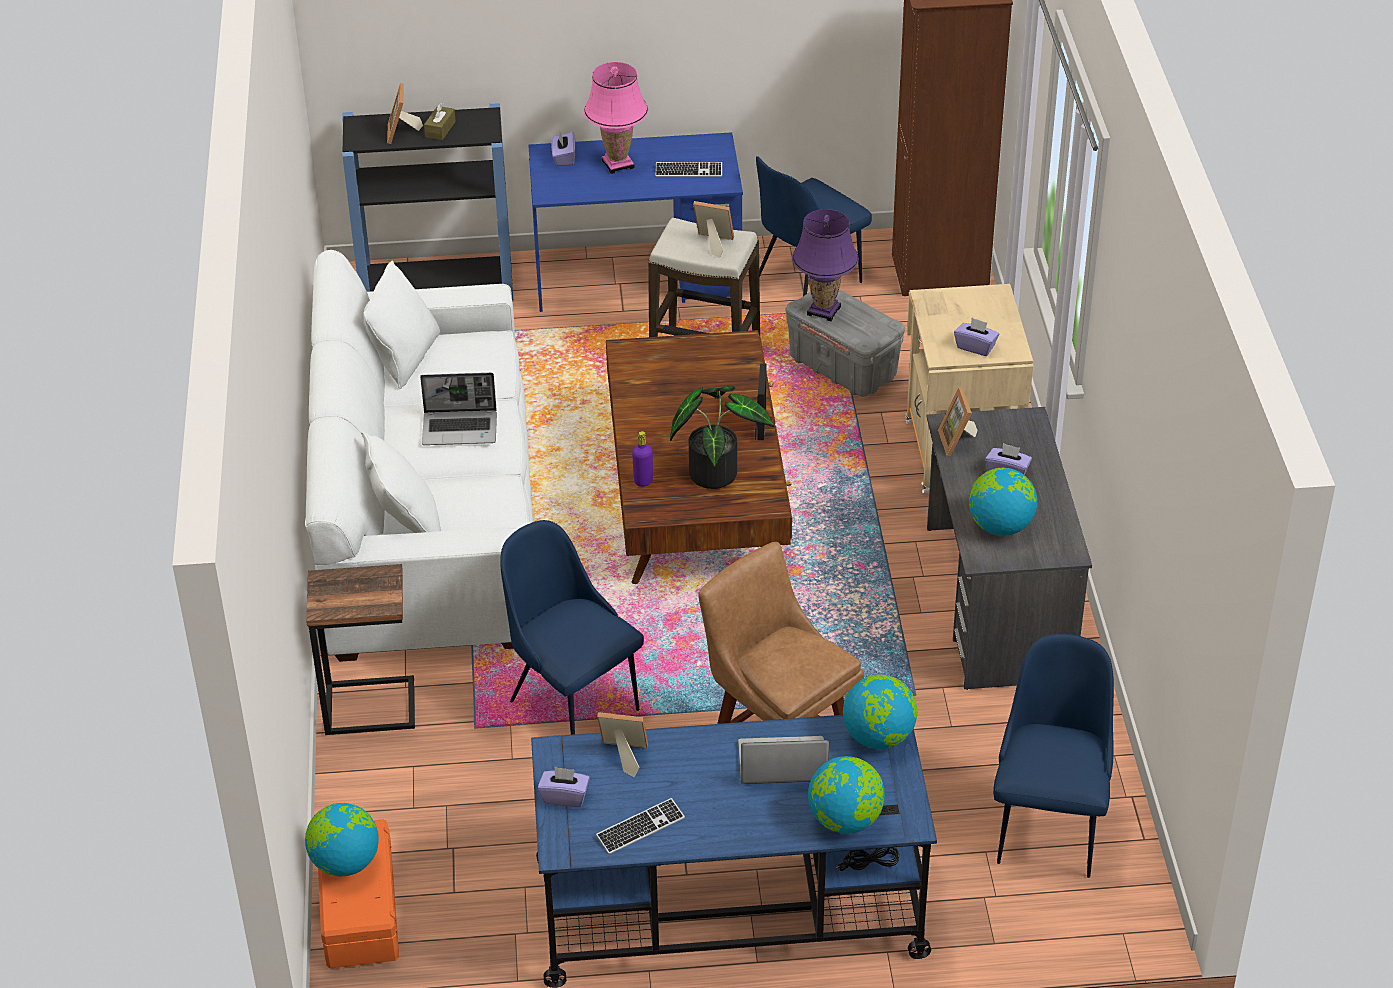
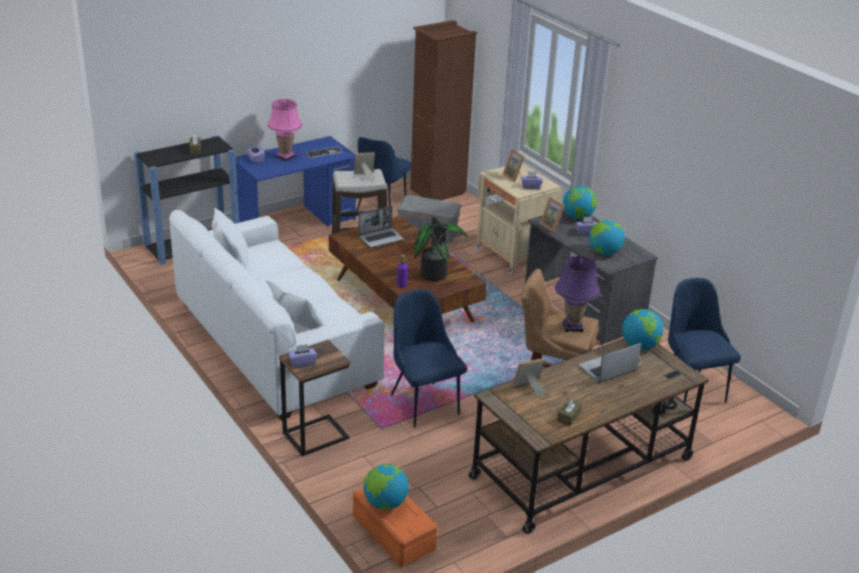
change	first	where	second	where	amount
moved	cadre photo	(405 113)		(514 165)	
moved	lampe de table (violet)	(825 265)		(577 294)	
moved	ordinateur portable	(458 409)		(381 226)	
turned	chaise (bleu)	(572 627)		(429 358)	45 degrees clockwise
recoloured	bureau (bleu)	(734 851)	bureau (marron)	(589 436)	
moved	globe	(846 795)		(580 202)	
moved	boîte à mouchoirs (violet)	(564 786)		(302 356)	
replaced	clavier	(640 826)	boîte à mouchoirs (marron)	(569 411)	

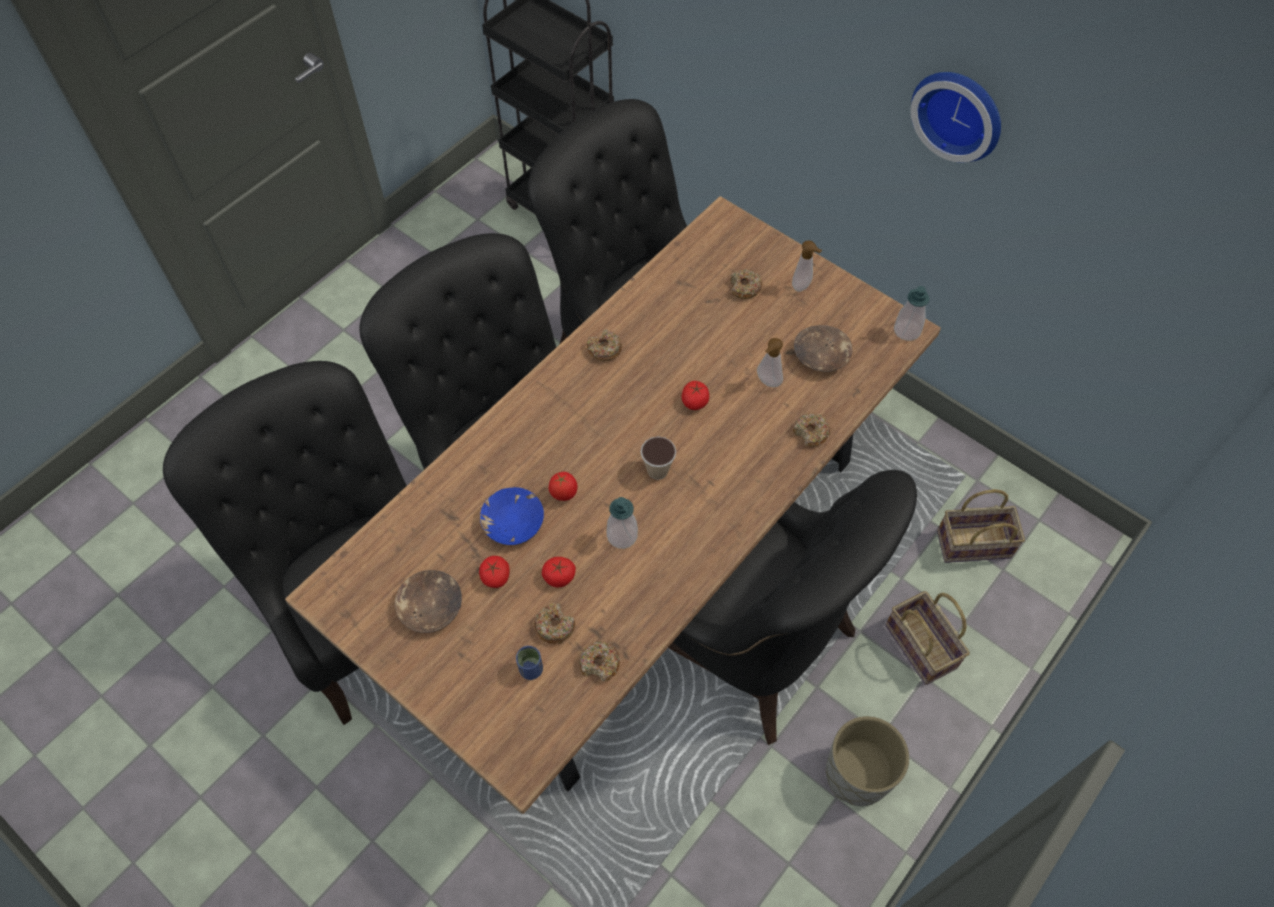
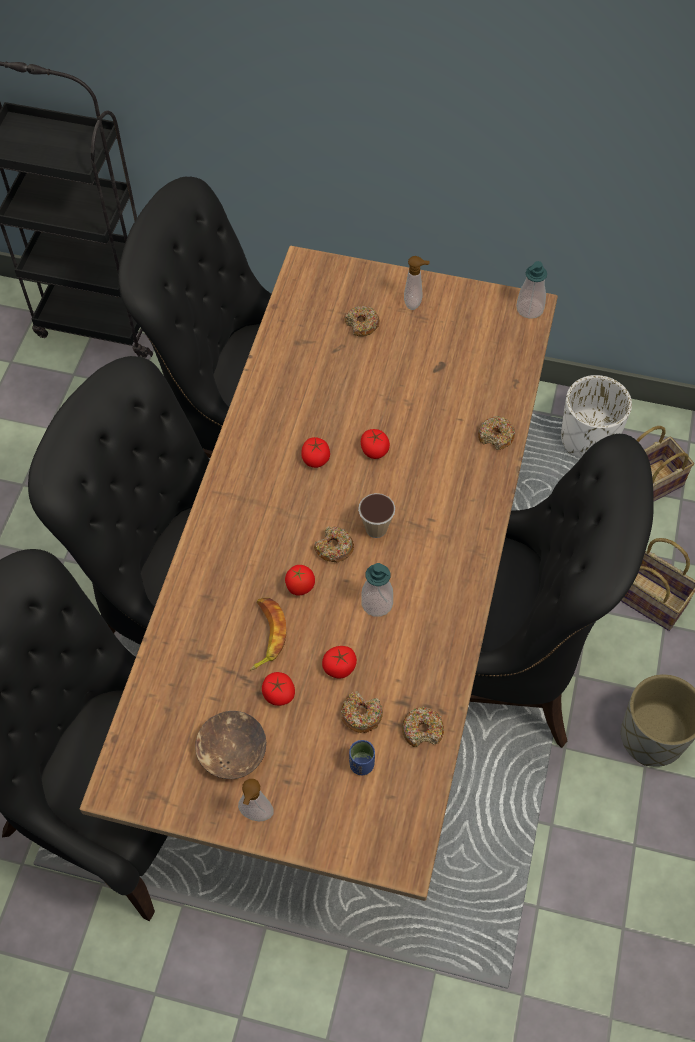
change	first	where	second	where	amount
removed	horloge murale	(956 117)			
removed	bol (marron)	(823 348)			
moved	beignet	(604 345)		(334 544)	
moved	distributeur de savon	(770 362)		(256 800)	
replaced	bol (bleu)	(512 516)	banane	(268 634)	
added			cache-pot (blanc)	(596 417)	
added			tomate	(315 452)	

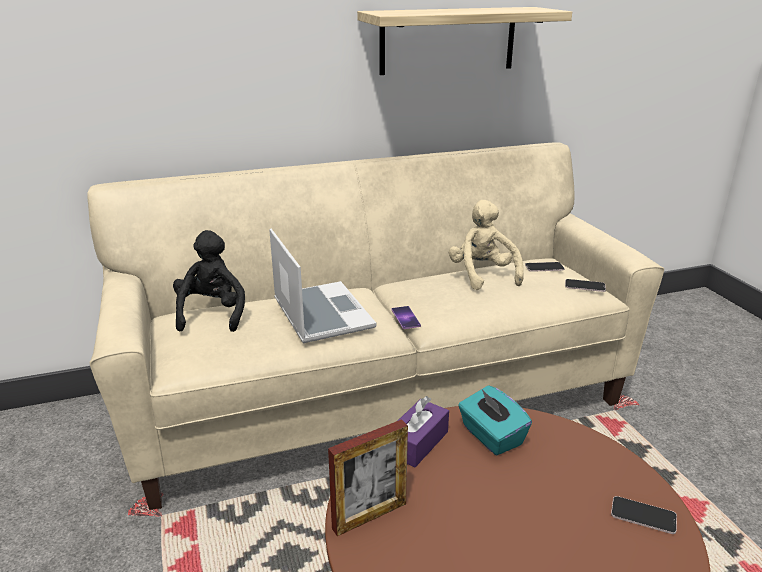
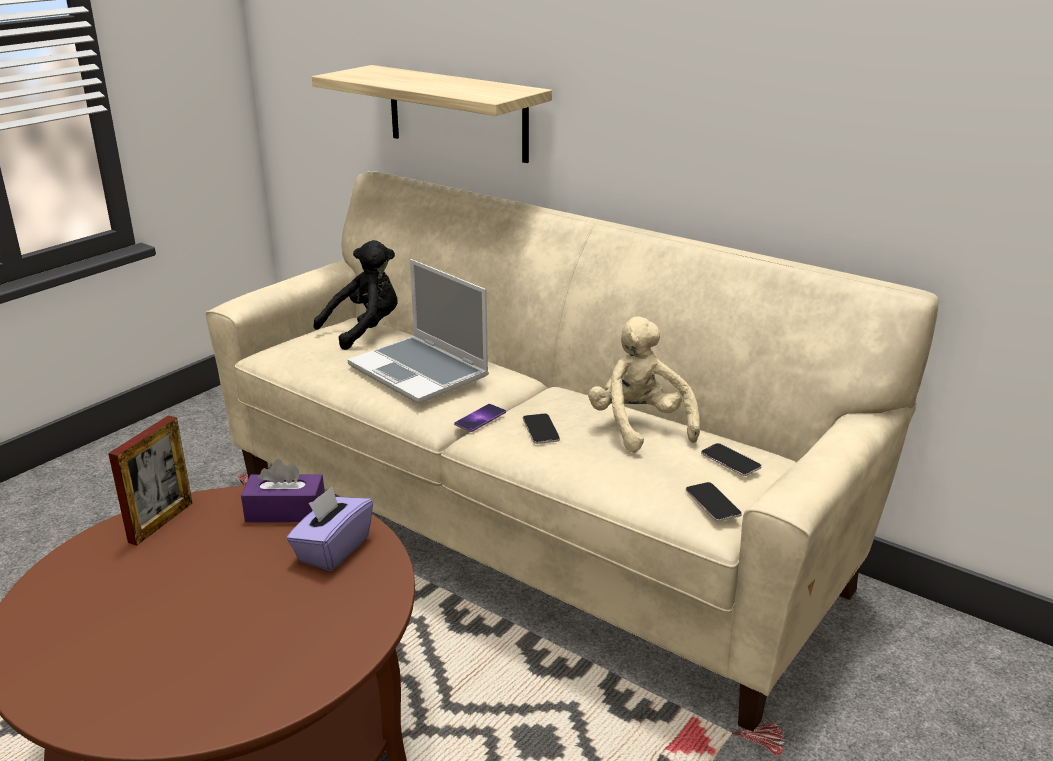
change	first	where	second	where	amount
moved	étagère	(464 41)		(432 114)	
turned	peluche (beige)	(486 245)		(644 384)	60 degrees counterclockwise
turned	ordinateur portable	(323 286)		(418 331)	105 degrees clockwise
recoloured	boîte à mouchoirs (turquoise)	(495 420)	boîte à mouchoirs (violet)	(330 529)	
turned	cadre photo	(368 477)		(150 480)	90 degrees counterclockwise
moved	téléphone	(644 515)		(541 428)	

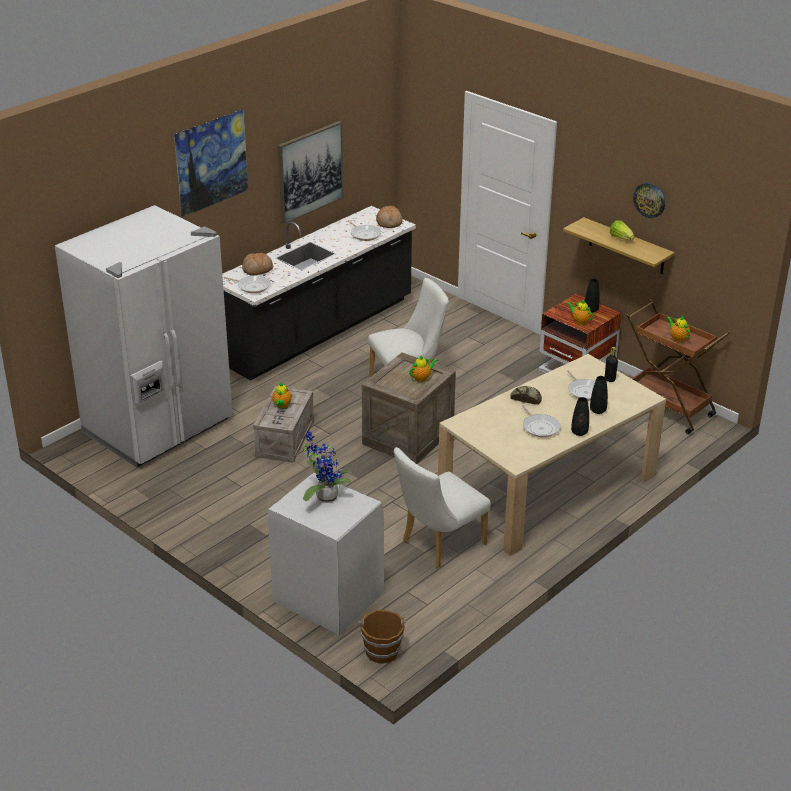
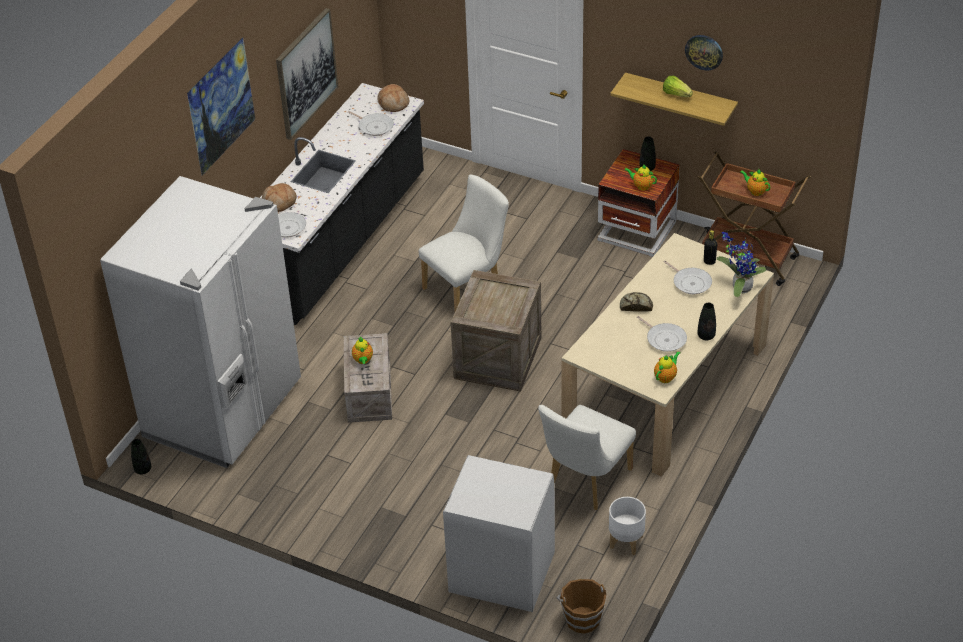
change	first	where	second	where	amount
moved	théière	(423 368)		(667 367)	
moved	vase (noir)	(599 395)		(141 457)	
moved	plante en pot	(327 467)		(741 264)	
added			cache-pot (blanc)	(627 526)	

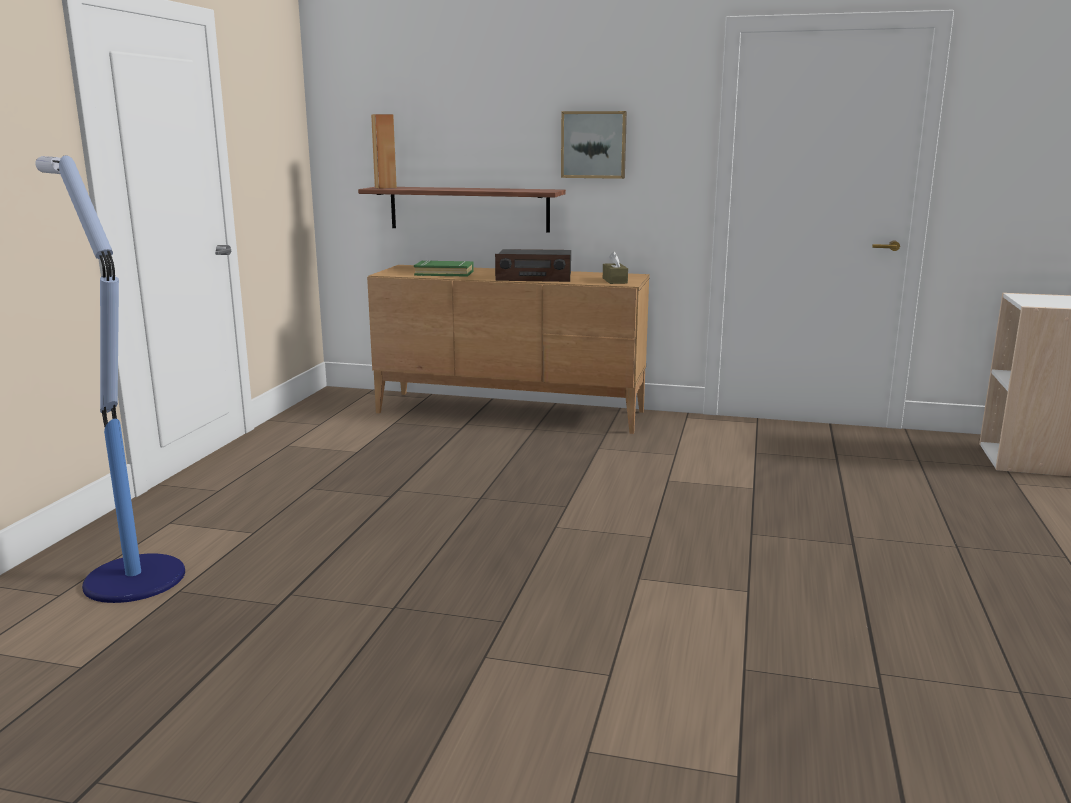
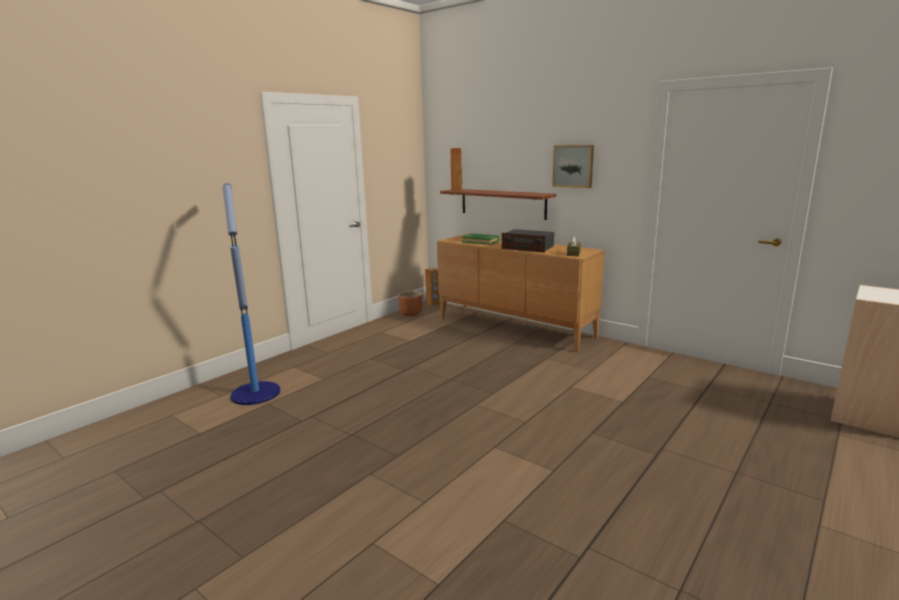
change	first	where	second	where	amount
added			enceinte (marron)	(432 287)	
added			cache-pot (marron)	(410 303)	

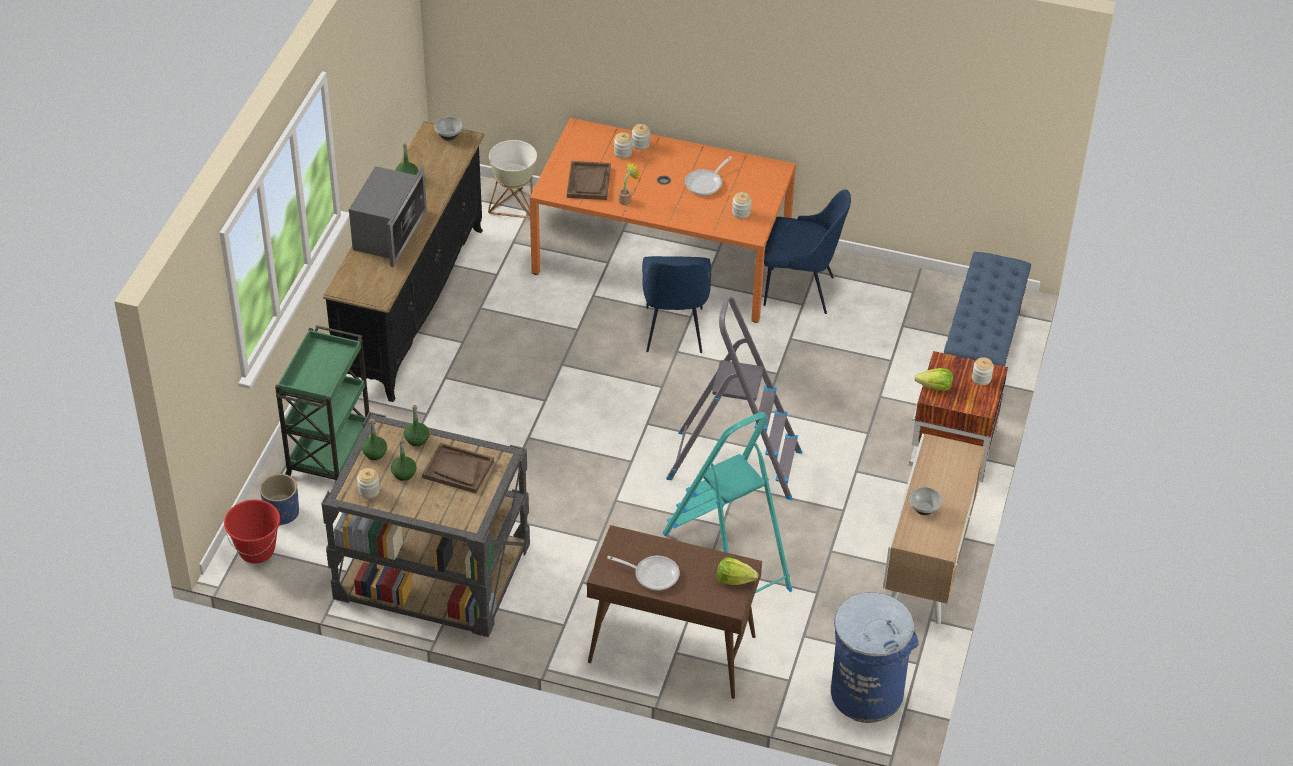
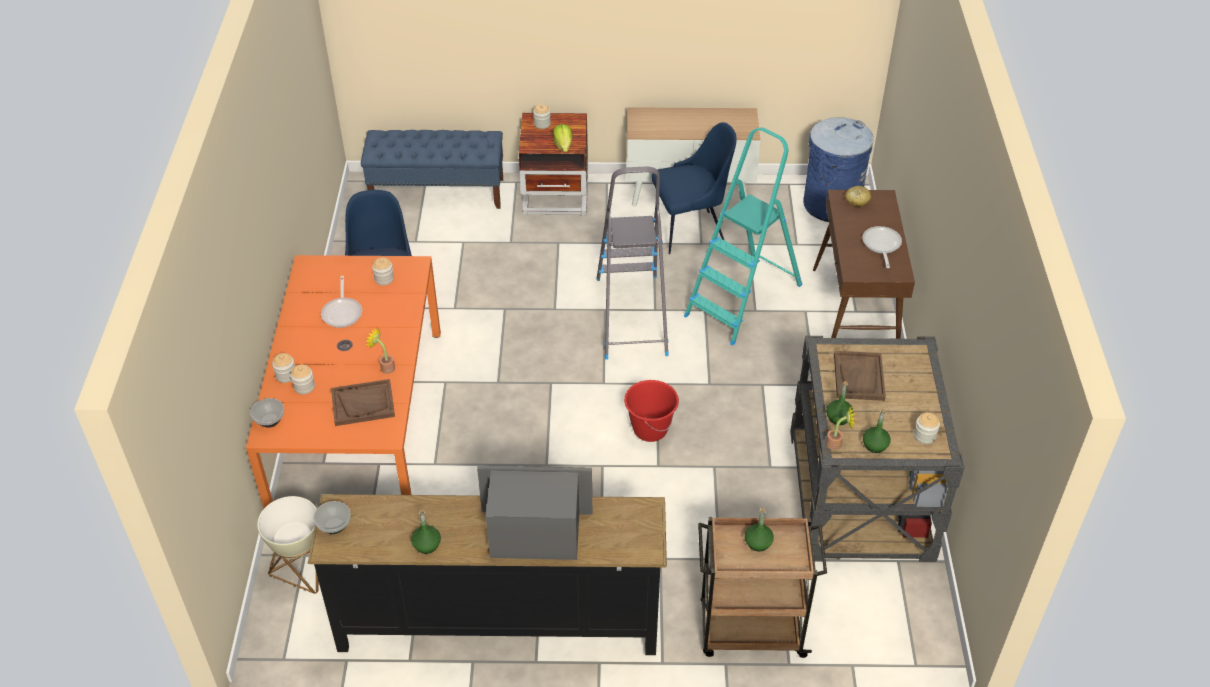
change	first	where	second	where	amount
turned	poêle	(708 175)		(341 302)	60 degrees clockwise
moved	chaise (bleu)	(676 304)		(694 188)	
recoloured	chariot (vert)	(322 403)	chariot (marron)	(762 587)	
moved	bouteille (vert)	(403 460)		(759 530)	
removed	cache-pot (bleu)	(279 499)			
moved	bol	(926 501)		(267 413)	
moved	seau (rouge)	(252 531)		(651 411)	
replaced	laitue	(738 571)	pain	(858 196)	
added			plante en pot	(840 428)	

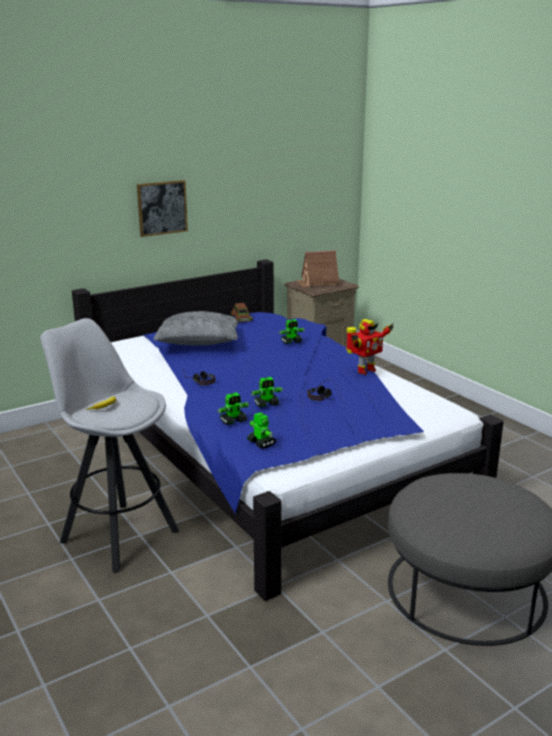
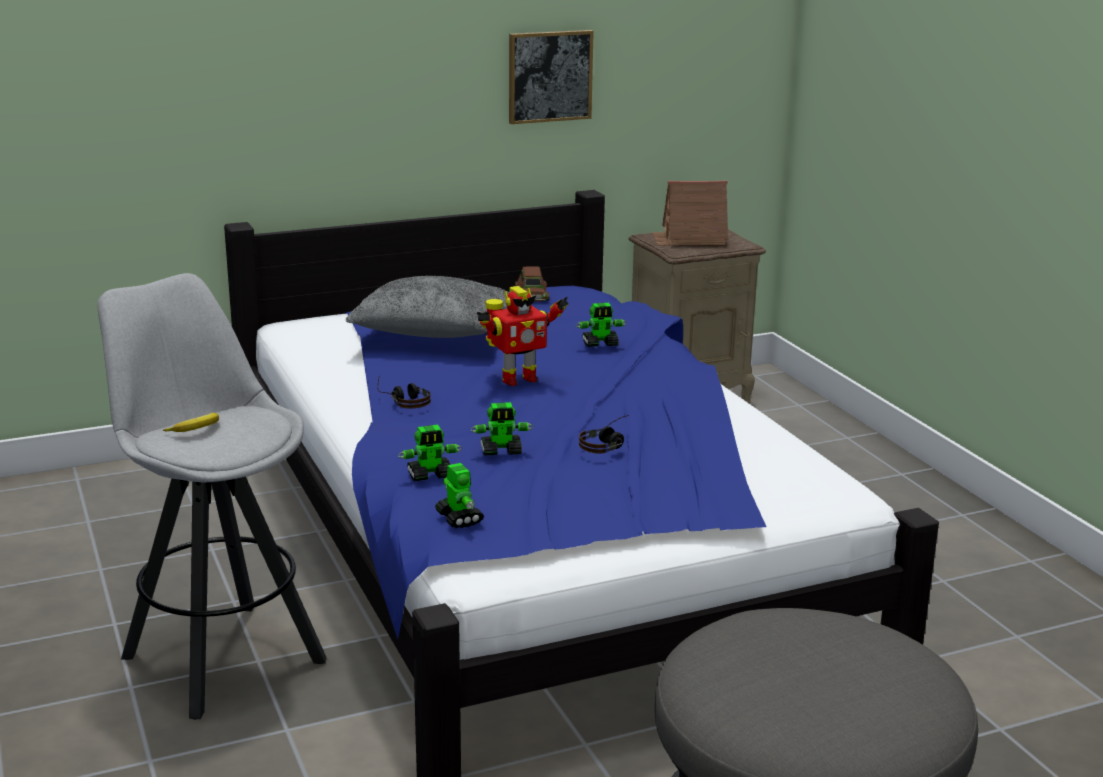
change	first	where	second	where	amount
moved	tableau	(162 208)		(551 77)	
moved	robot jouet	(370 347)		(523 336)	

